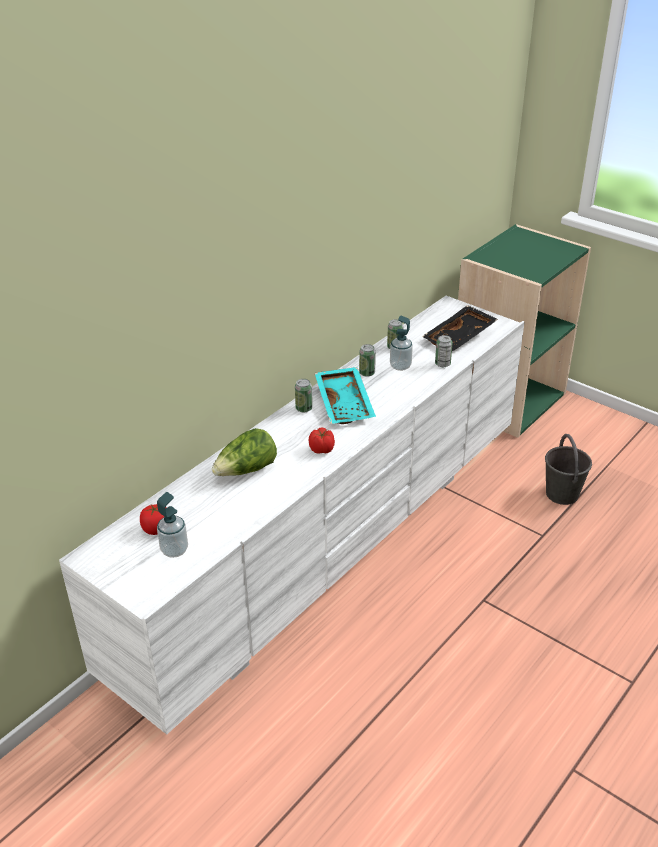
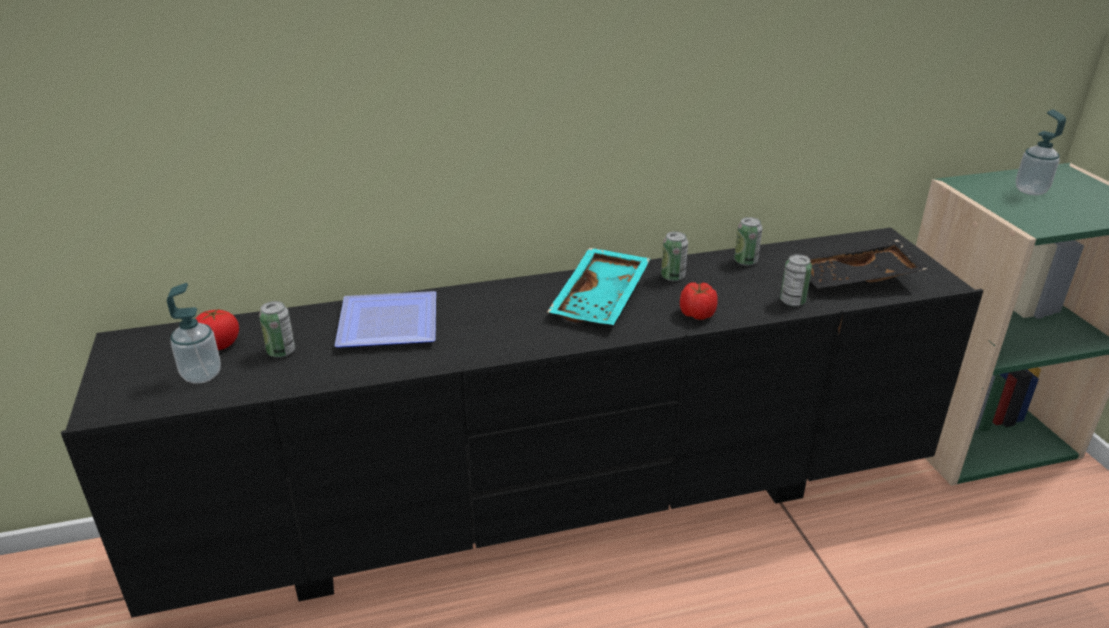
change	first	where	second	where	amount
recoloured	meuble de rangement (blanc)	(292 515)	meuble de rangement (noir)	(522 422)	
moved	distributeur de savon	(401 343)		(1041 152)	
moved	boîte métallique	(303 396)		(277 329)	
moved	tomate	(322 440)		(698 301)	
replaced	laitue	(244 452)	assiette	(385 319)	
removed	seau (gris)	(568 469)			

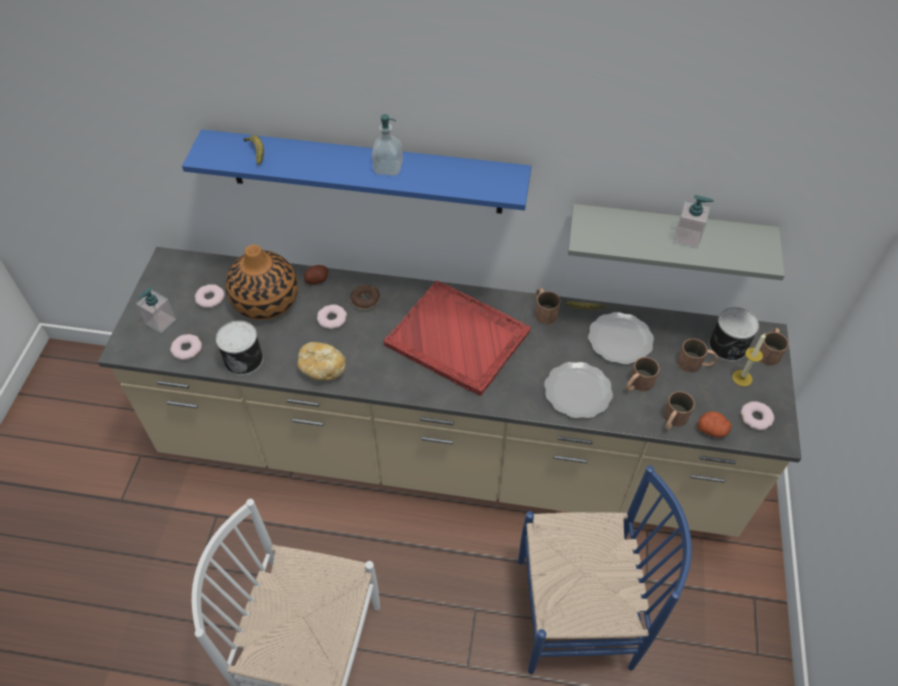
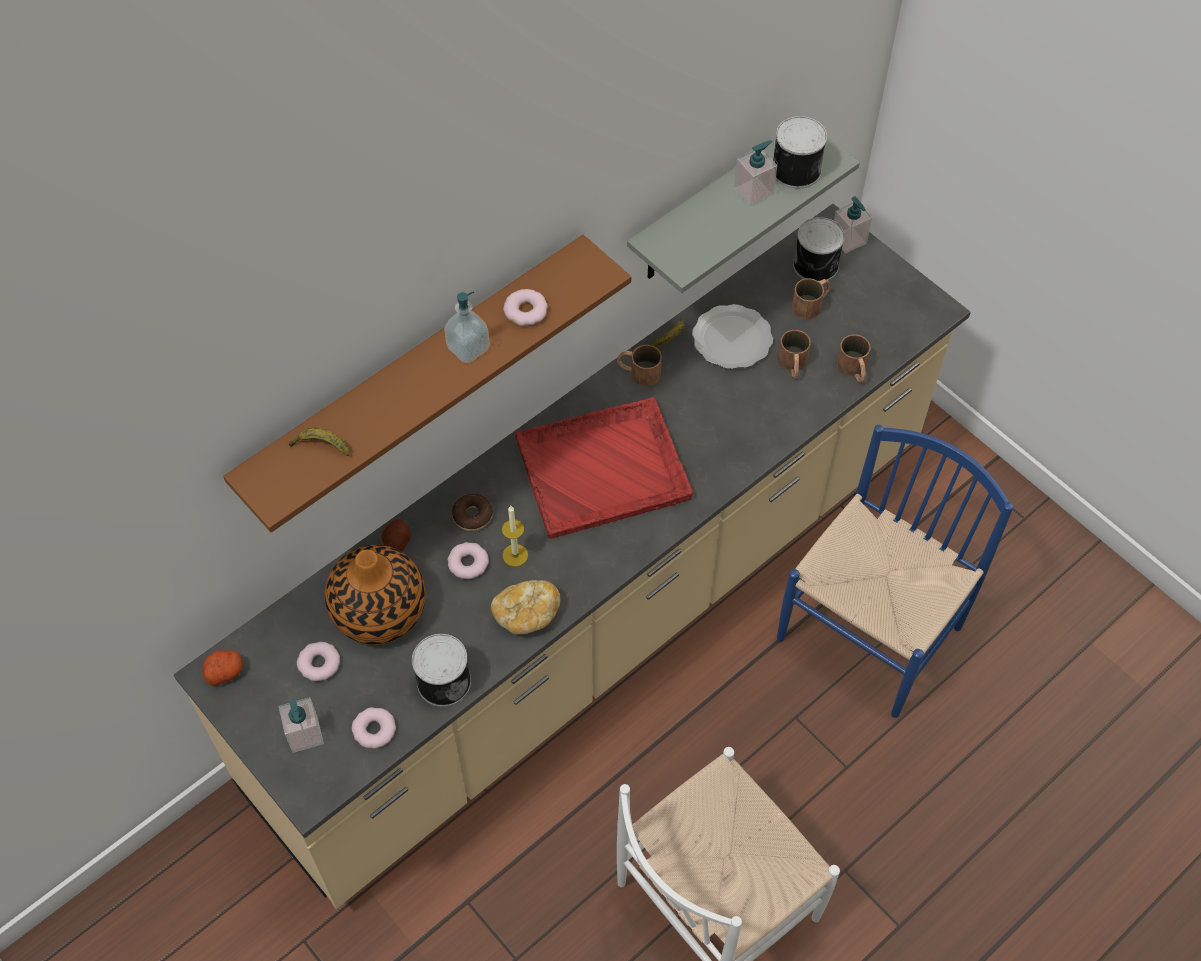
change	first	where	second	where	amount
recoloured	étagère (bleu)	(356 171)	étagère (marron)	(427 384)	
replaced	mug (marron)	(774 347)	distributeur de savon	(853 225)	
moved	bougie	(749 359)		(515 536)	
removed	assiette	(578 390)			
moved	beignet	(757 415)		(525 307)	
moved	pomme de terre	(714 424)		(222 668)	
added			boîte métallique	(800 152)	

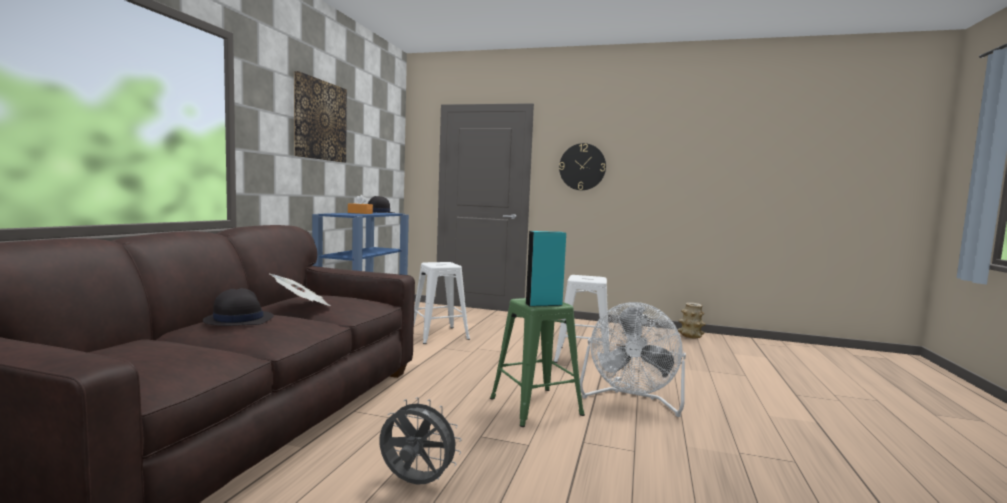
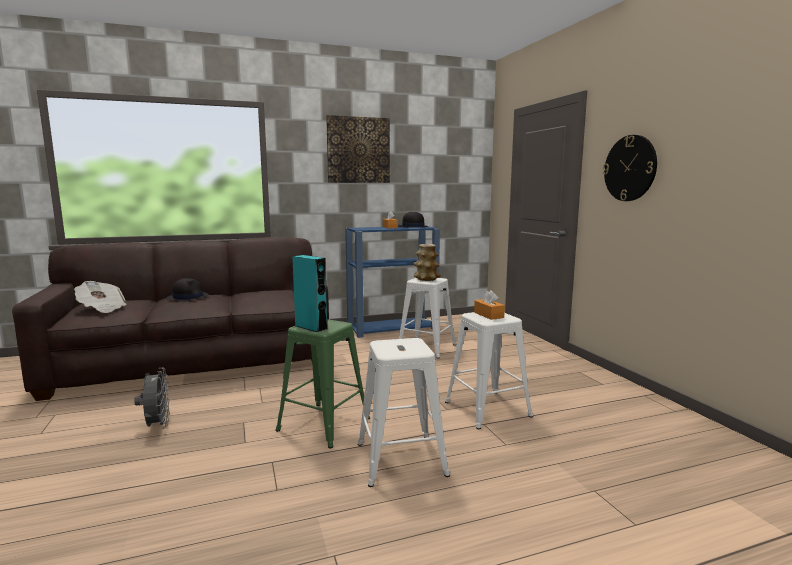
change	first	where	second	where	amount
moved	journal	(299 289)		(100 297)	
replaced	ventilateur (blanc)	(633 359)	tabouret (blanc)	(403 412)	
moved	vase	(692 320)		(427 262)	
added			boîte à mouchoirs (orange)	(489 305)	

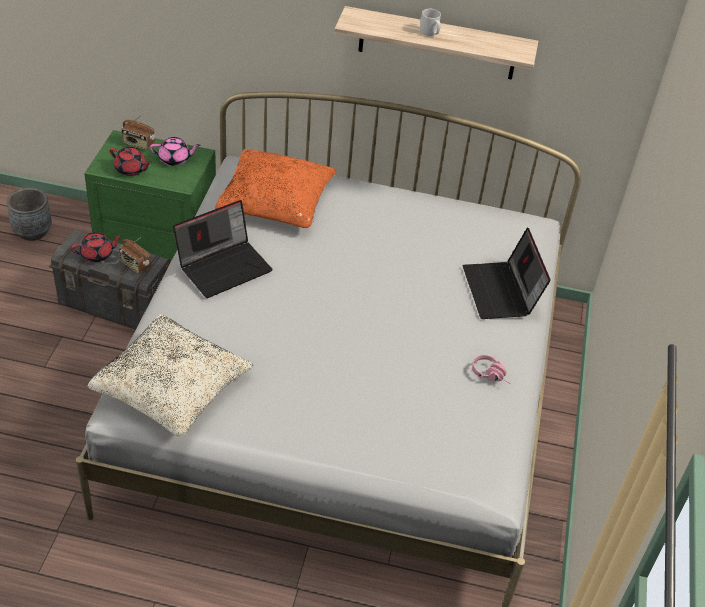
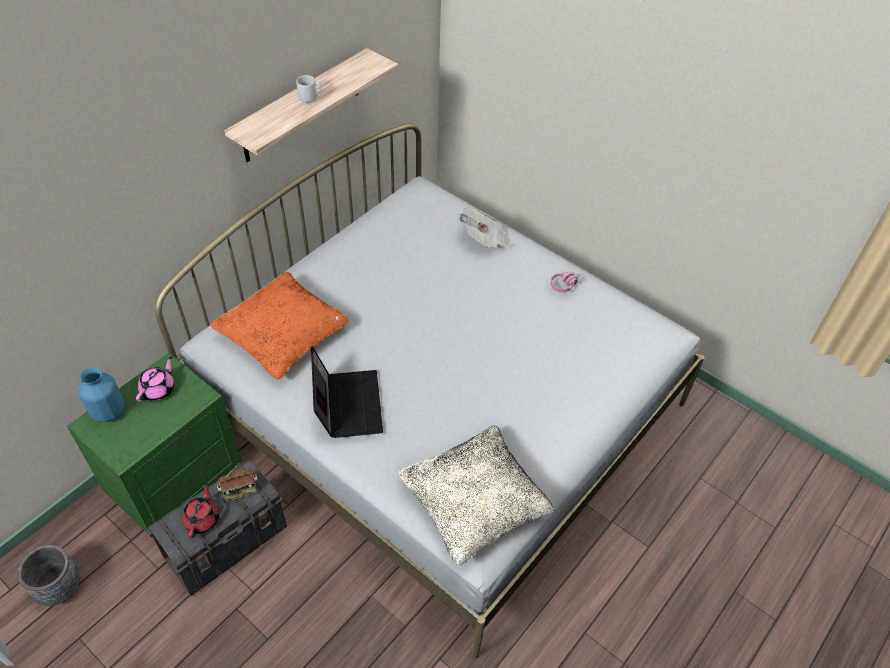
change	first	where	second	where	amount
replaced	radio	(138 131)	vase (bleu)	(101 394)	
removed	théière (rouge)	(131 161)			
replaced	ordinateur portable	(507 273)	journal	(484 227)	

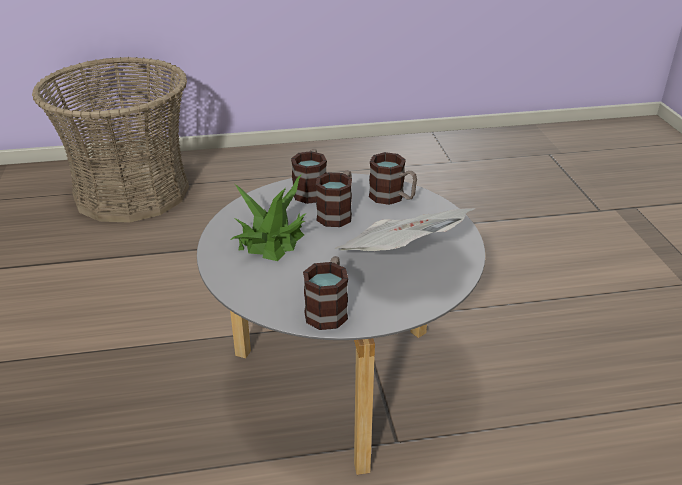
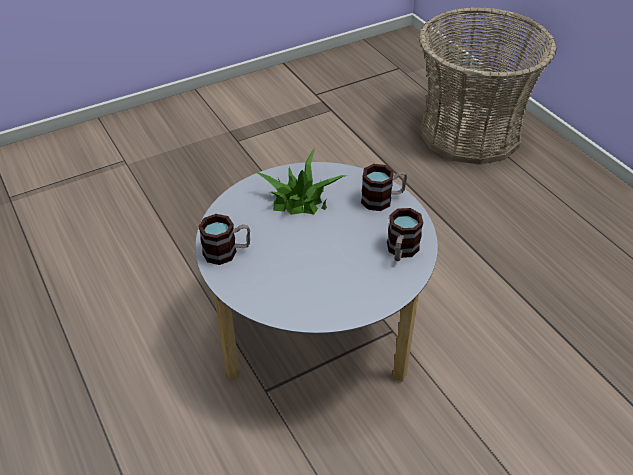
change	first	where	second	where	amount
removed	mug	(334 199)			
removed	journal	(404 229)			

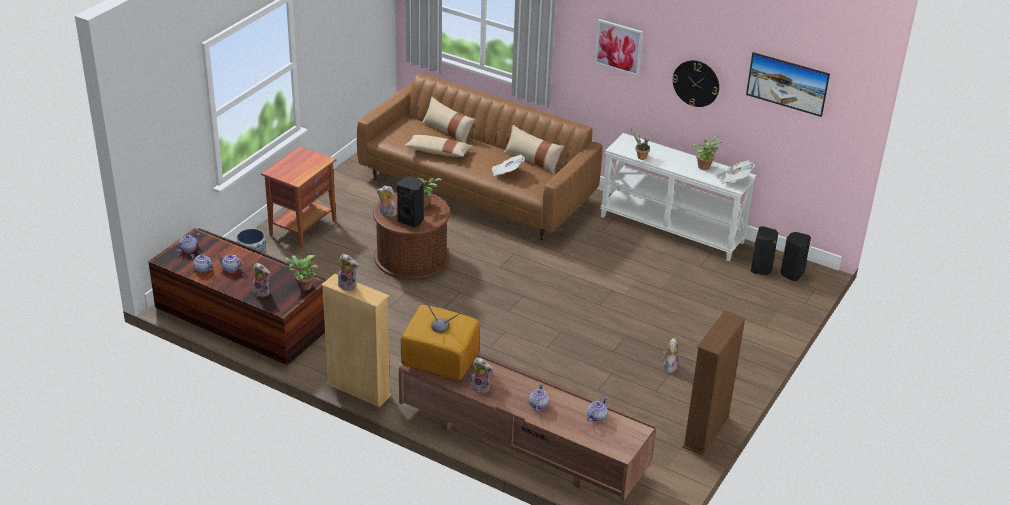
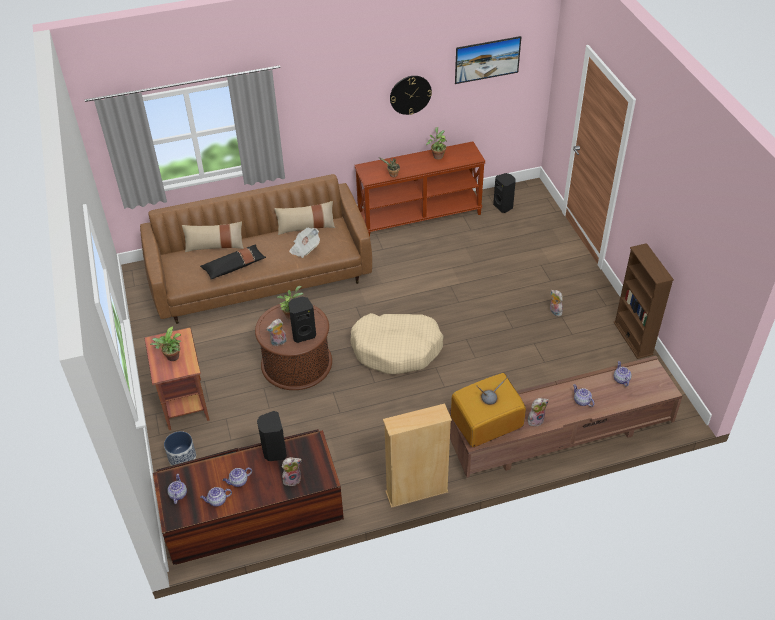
change	first	where	second	where	amount
removed	tableau	(619 47)			
recoloured	table console (blanc)	(678 197)	table console (marron)	(420 189)	
recoloured	coussin (beige)	(438 146)	coussin (noir)	(233 262)	
removed	journal	(736 172)			
moved	enceinte (noir)	(796 256)		(272 436)	
removed	peluche	(348 272)			
moved	plante en pot	(301 273)		(165 343)	
added			panier pour chien (beige)	(397 343)	

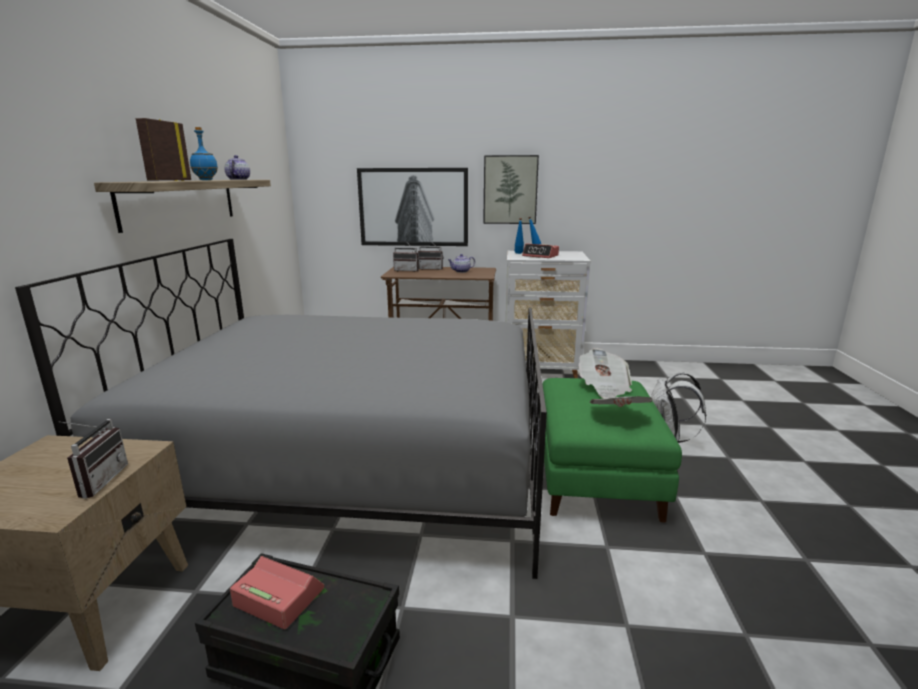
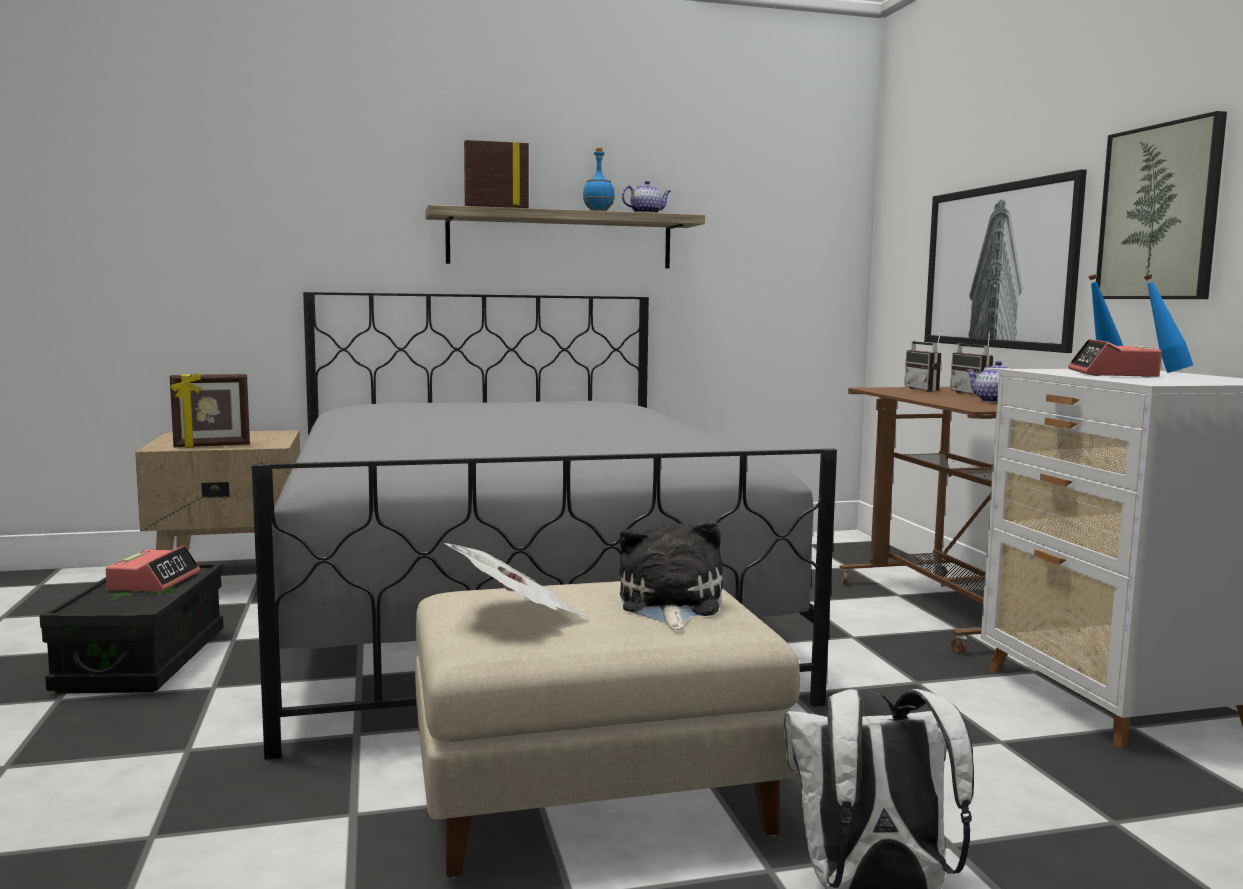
change	first	where	second	where	amount
replaced	journal	(605 373)	peluche	(671 575)	
recoloured	pouf (vert)	(612 450)	pouf (beige)	(607 729)	
replaced	radio	(93 458)	cadre photo	(210 410)	

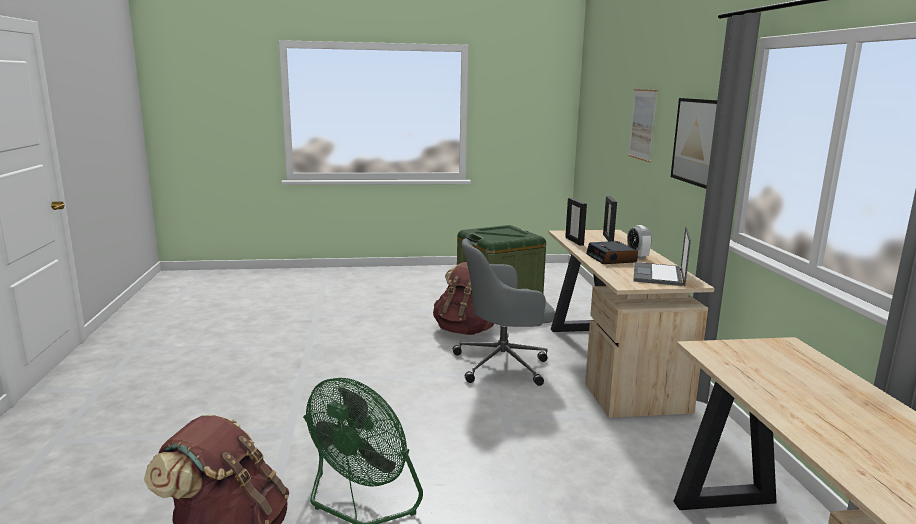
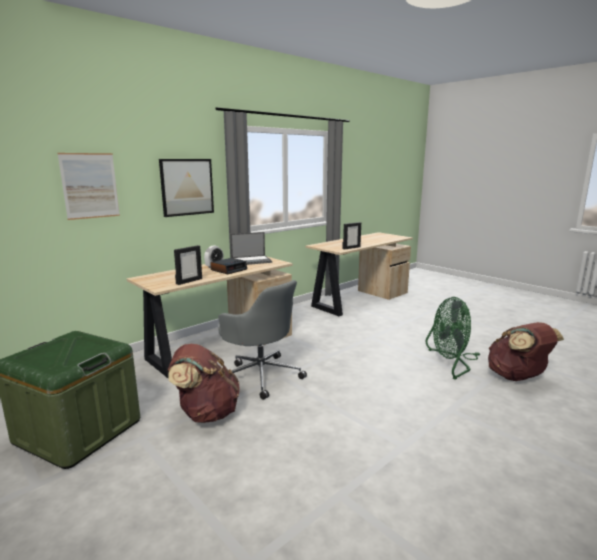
change	first	where	second	where	amount
moved	cadre photo	(610 219)		(351 235)	

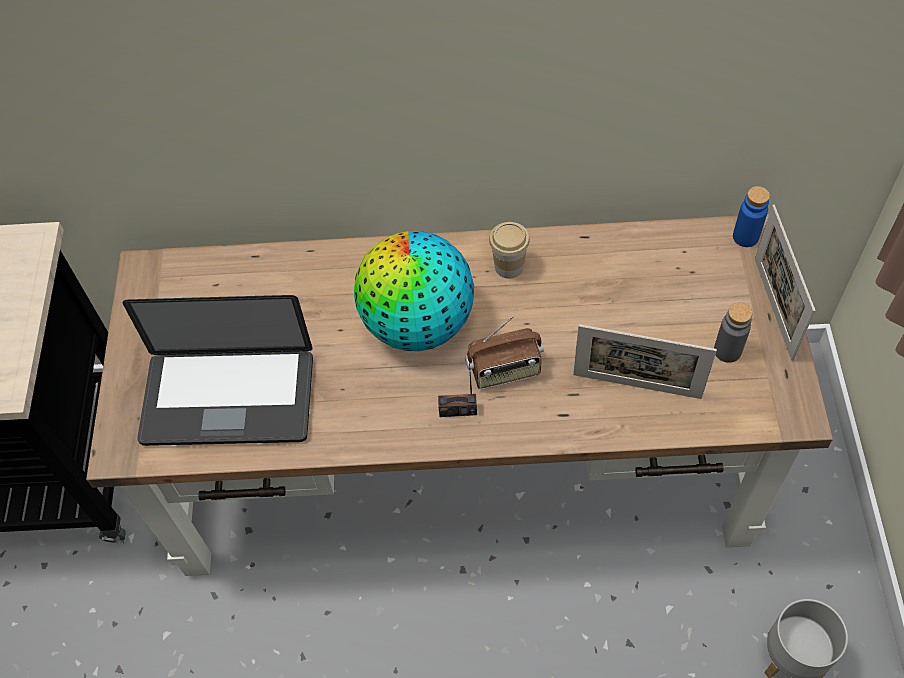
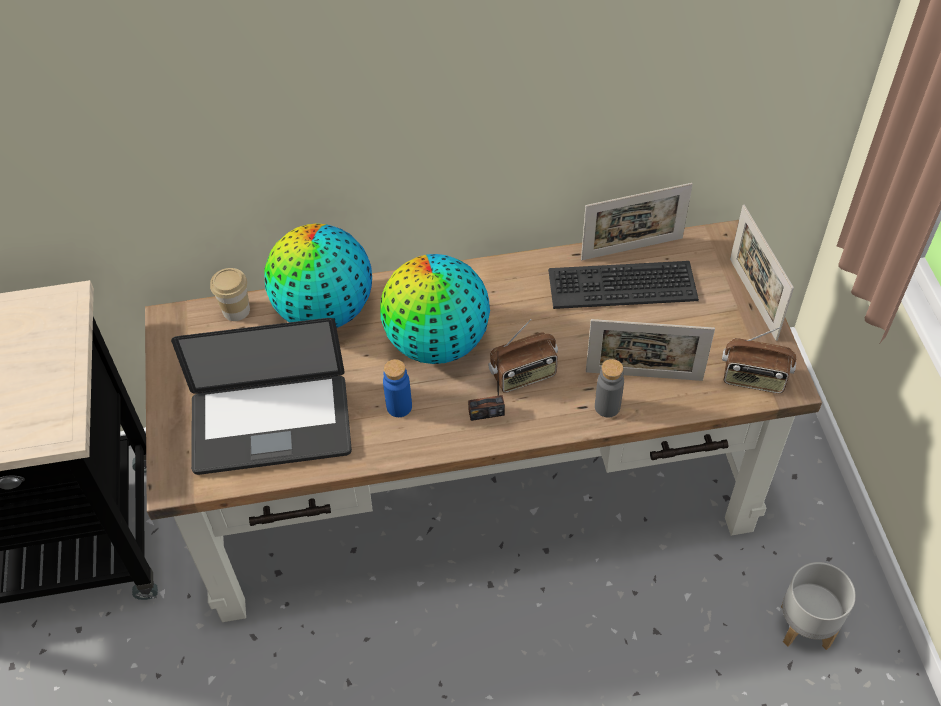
change	first	where	second	where	amount
moved	bouteille (bleu)	(751 216)		(397 388)	
moved	tasse	(509 250)		(230 294)	
moved	bouteille (gris)	(733 332)		(609 388)	
added			cadre photo	(637 221)	
added			globe	(318 275)	
added			clavier	(623 285)	
added			radio	(759 360)	

